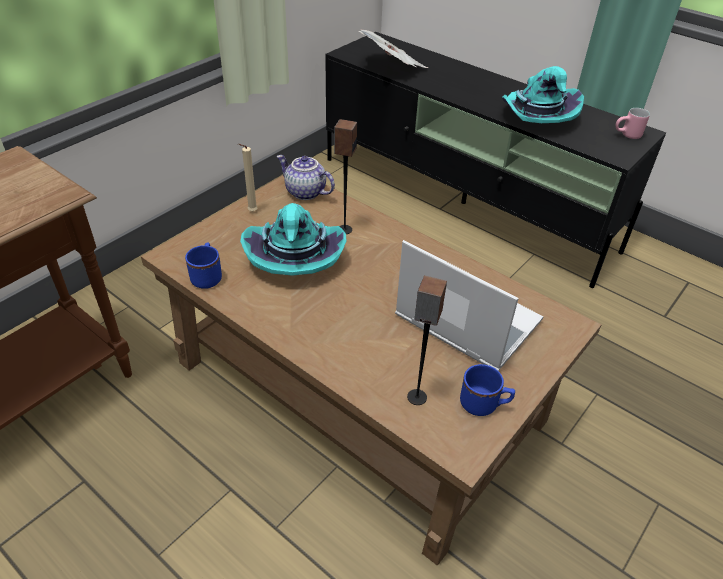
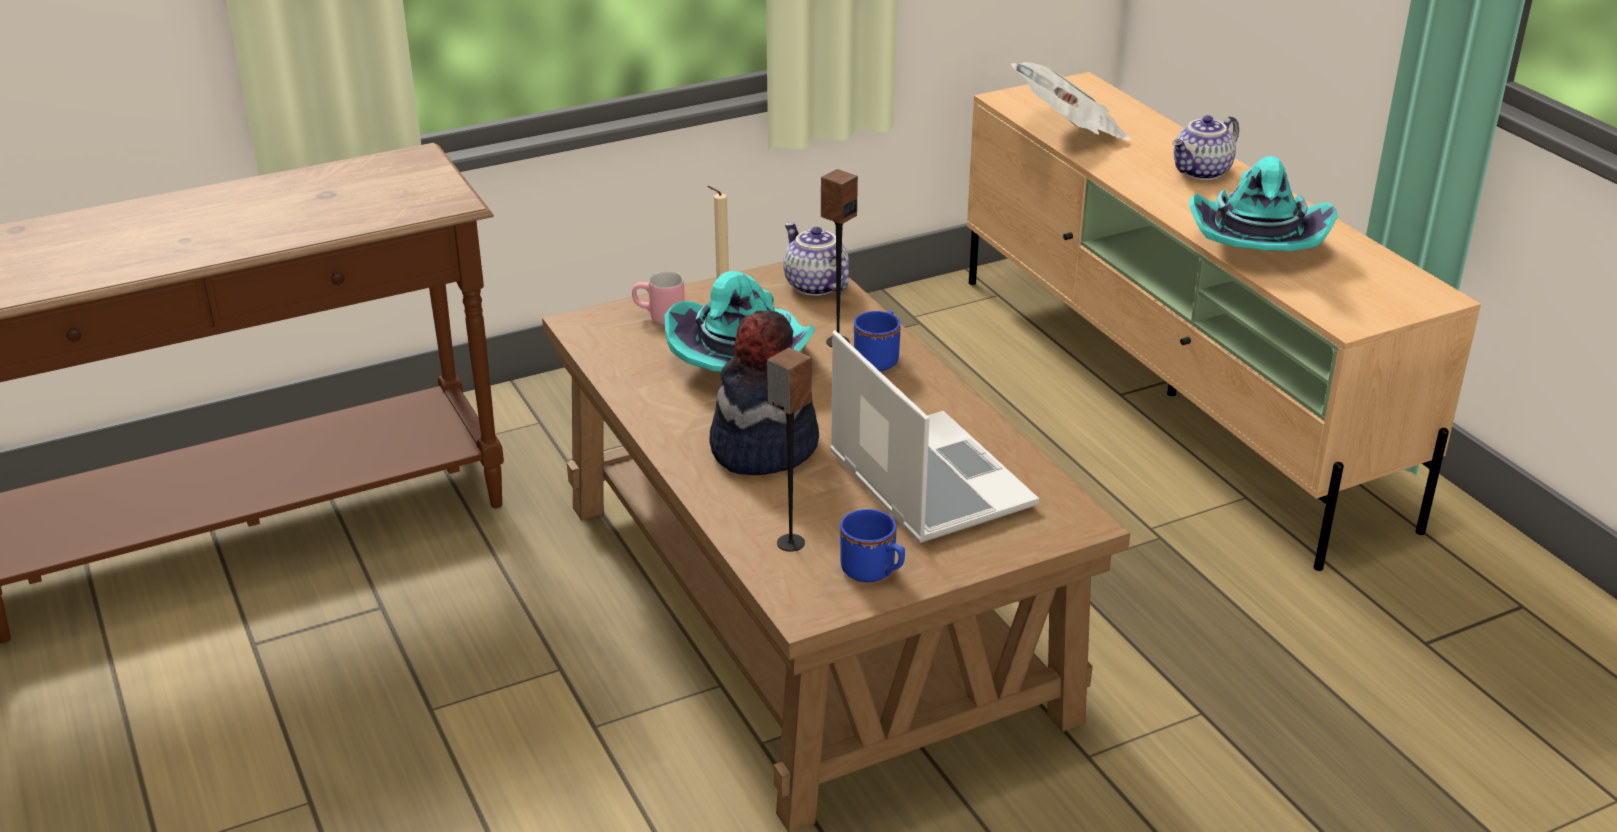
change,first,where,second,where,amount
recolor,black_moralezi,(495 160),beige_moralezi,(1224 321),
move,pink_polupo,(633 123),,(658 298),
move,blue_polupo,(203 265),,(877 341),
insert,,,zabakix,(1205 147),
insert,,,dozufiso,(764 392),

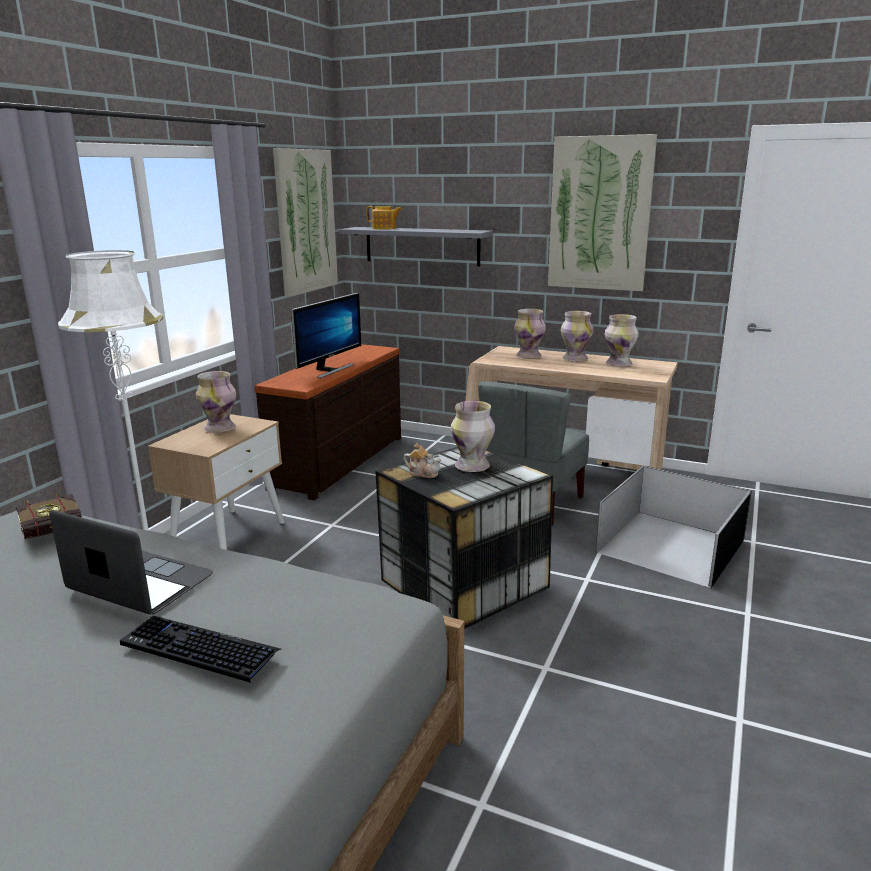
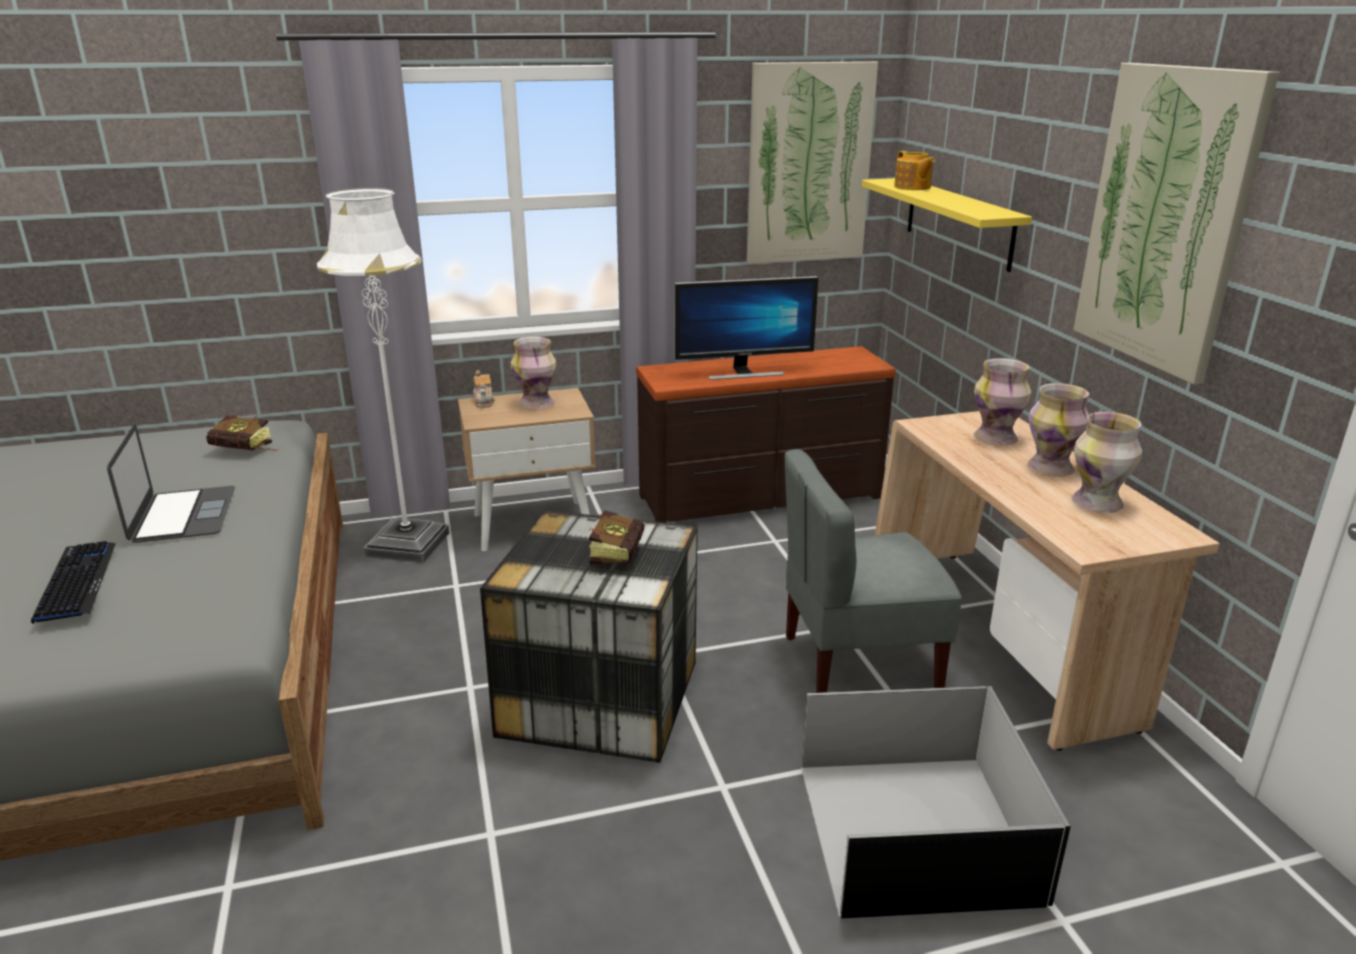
change,first,where,second,where,amount
recolor,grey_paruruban,(416 246),yellow_paruruban,(947 225),
replace,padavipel,(473 436),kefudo,(616 537),
move,zabakix,(422 460),,(484 389),

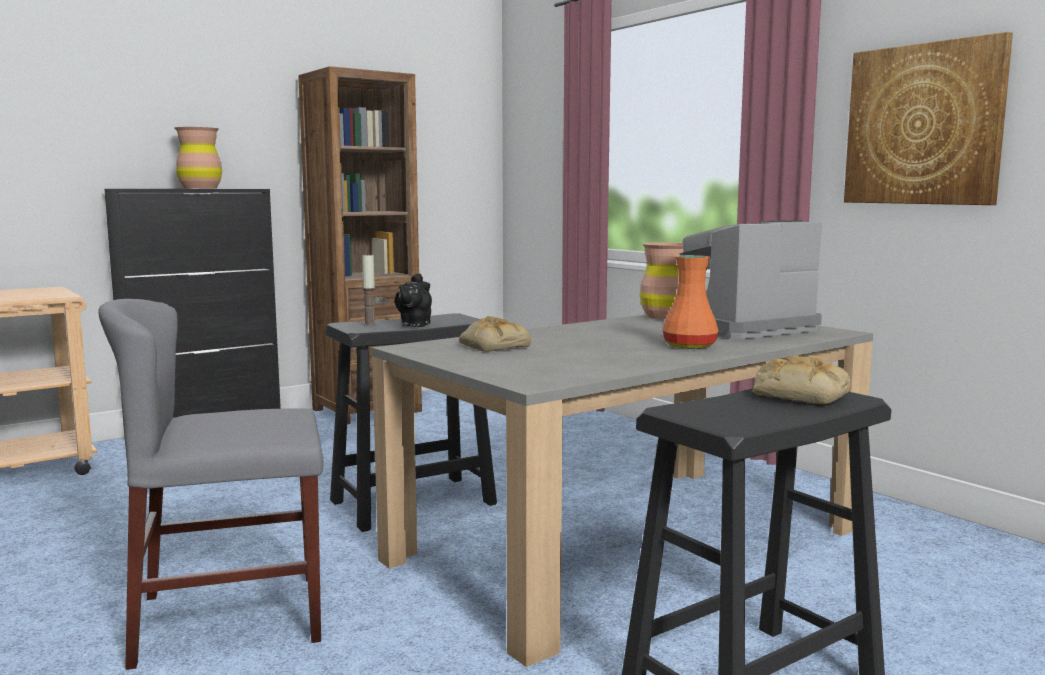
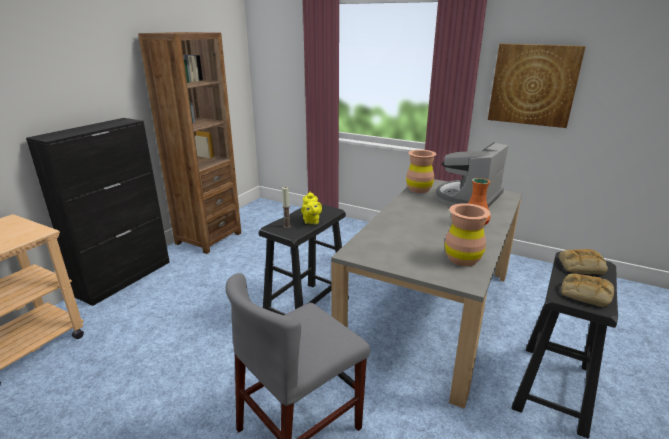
change,first,where,second,where,amount
move,brown_padavipel,(198 158),,(468 234),
recolor,black_zabakix,(413 300),yellow_zabakix,(311 208),
move,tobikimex,(495 334),,(587 290),

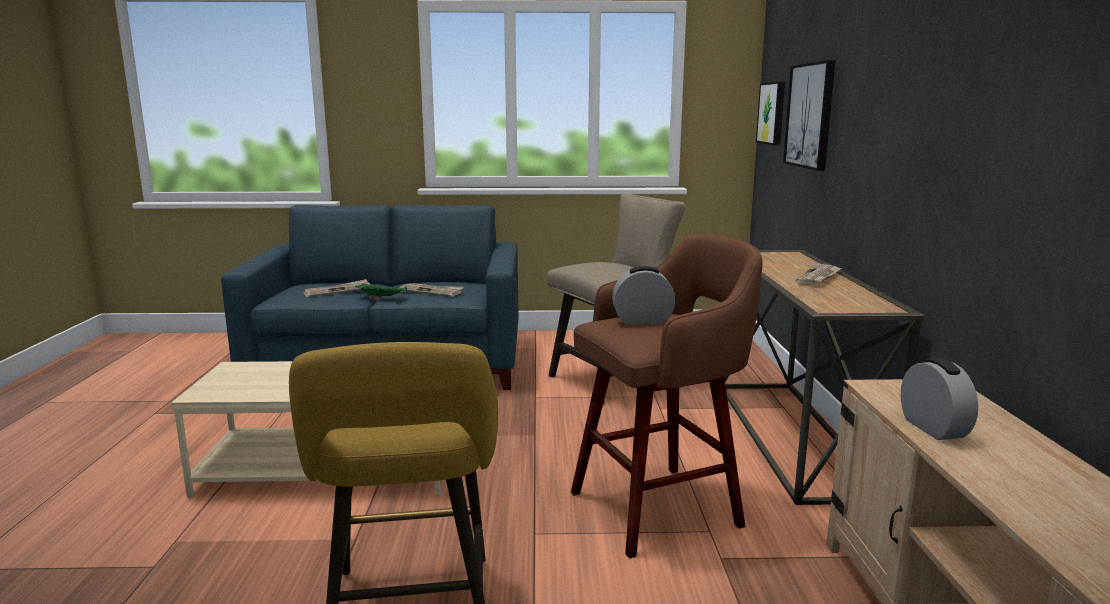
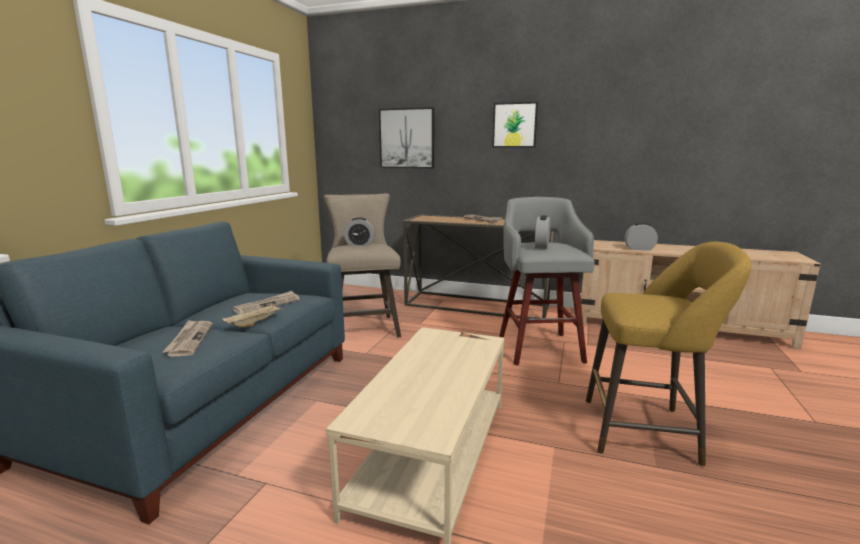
change,first,where,second,where,amount
move,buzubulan,(770 113),,(515 124),
recolor,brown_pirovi,(666 396),grey_pirovi,(547 281),
recolor,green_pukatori,(381 291),beige_pukatori,(253 315),
insert,,,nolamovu,(359 231),

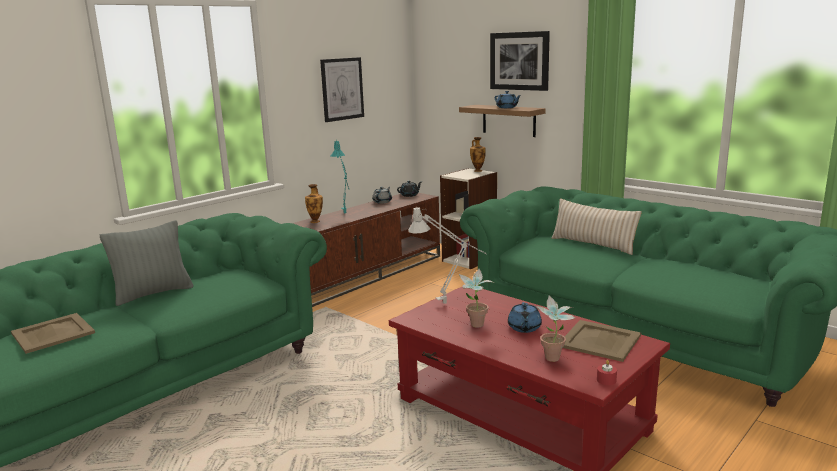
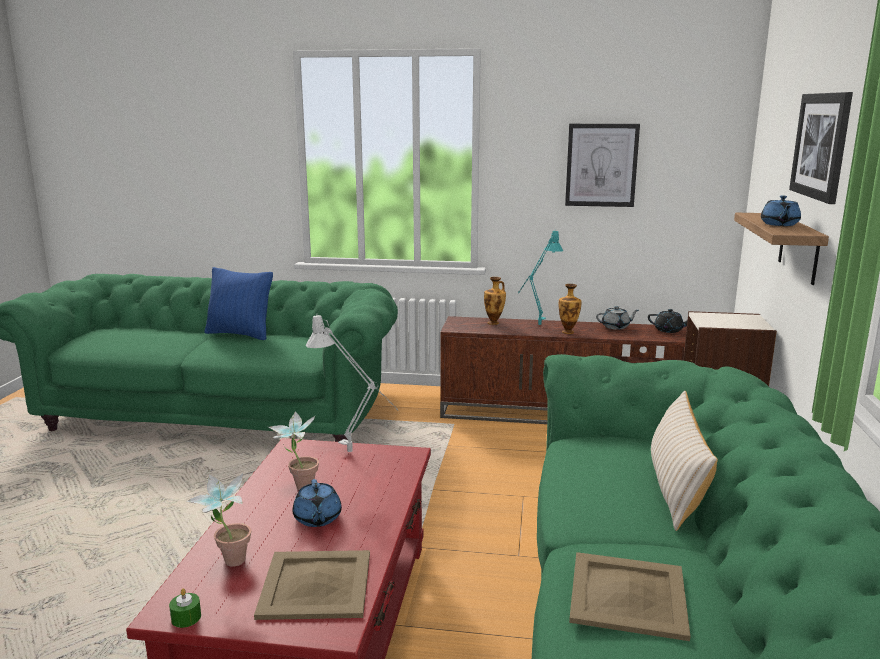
change,first,where,second,where,amount
move,padavipel,(478 154),,(570 309),
recolor,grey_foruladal,(146 263),blue_foruladal,(238 303),
rotate,blue_zabakix,(525 317),,(317 503),75 degrees counterclockwise
move,beige_pukatori,(53 333),,(629 596),
recolor,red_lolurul,(607 372),green_lolurul,(185 608),

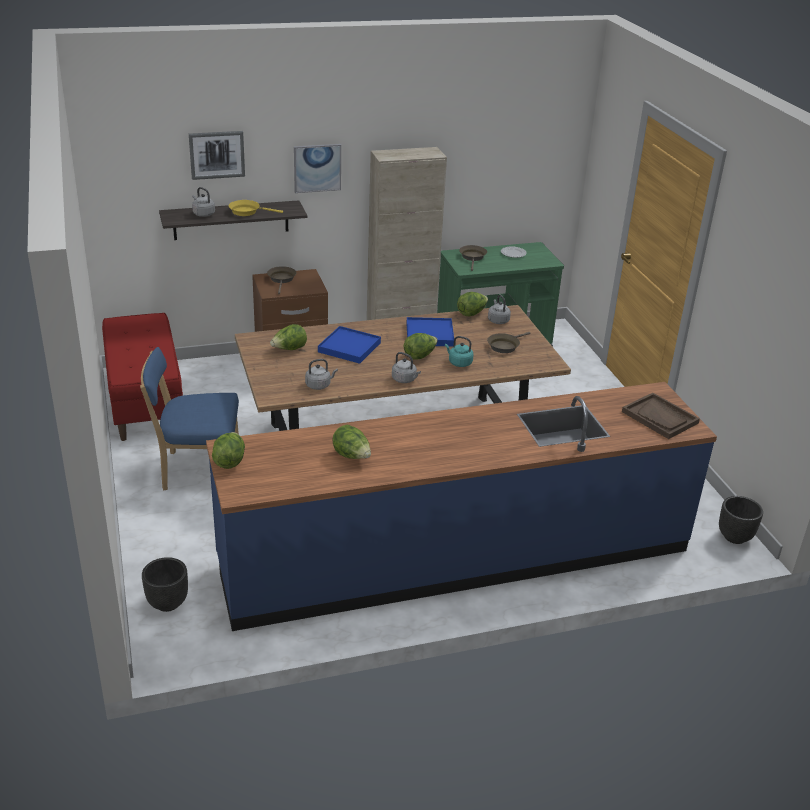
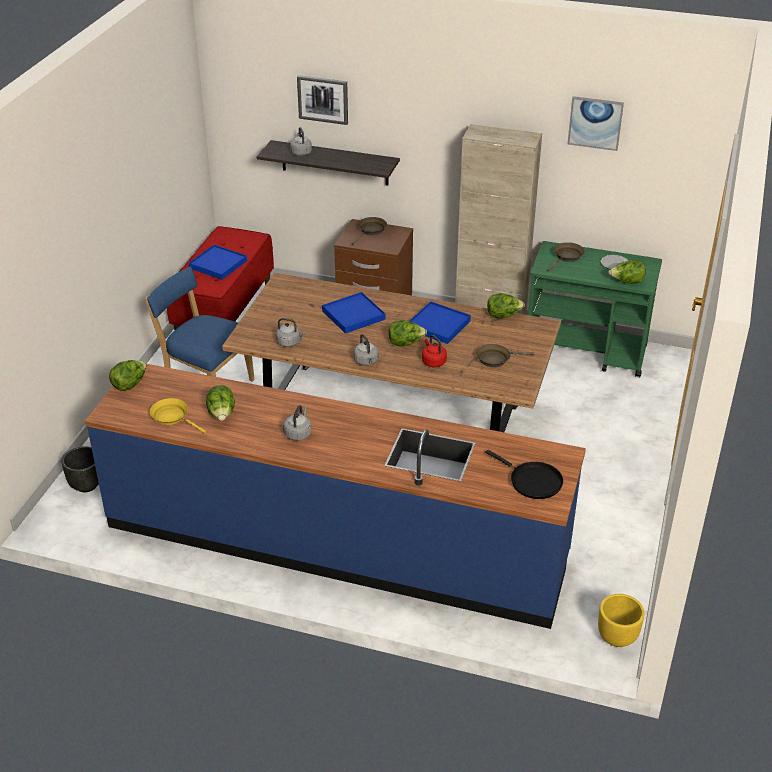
change,first,where,second,where,amount
move,buzubulan,(317 168),,(595 123),
move,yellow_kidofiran,(256 208),,(178 415),
move,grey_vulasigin,(499 309),,(297 423),
move,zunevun,(288 337),,(626 272),
recolor,turquoise_vulasigin,(459 351),red_vulasigin,(434 351),
replace,brown_pukatori,(661 416),black_kidofiran,(524 474),
recolor,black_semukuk,(741 520),yellow_semukuk,(621 620),
insert,,,blue_pukatori,(218 262),

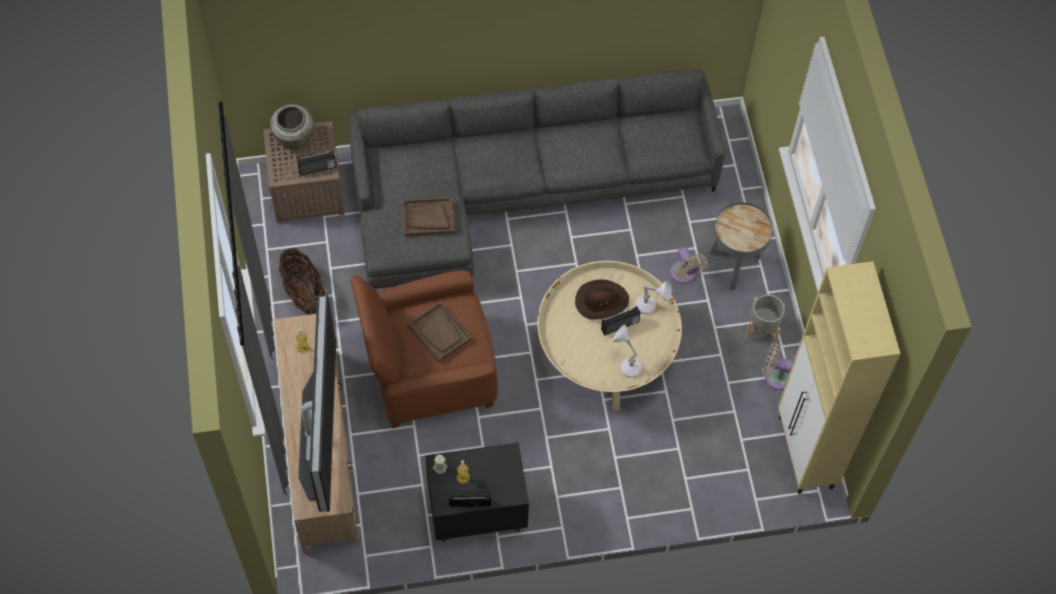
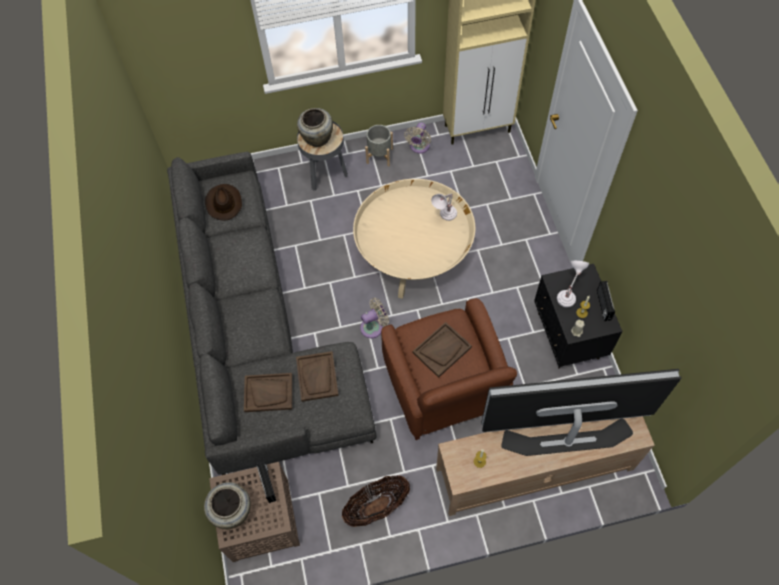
change,first,where,second,where,amount
move,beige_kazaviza,(689 265),,(374 318),
move,brown_dozufiso,(602 299),,(223 202),
move,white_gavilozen,(653 297),,(573 284),
delete,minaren,(621 321),,,
insert,,,beige_padavipel,(315 127),
insert,,,brown_pukatori,(268 392),

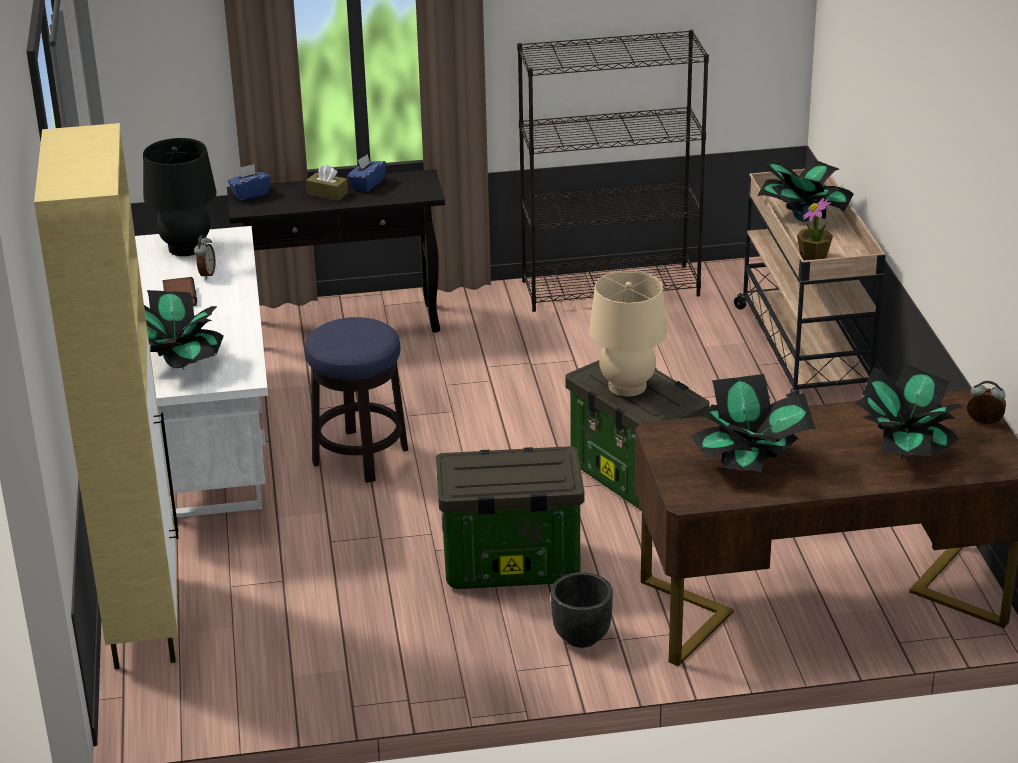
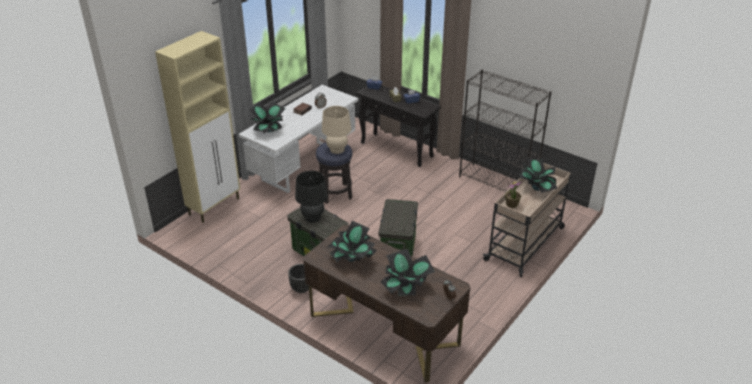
change,first,where,second,where,amount
move,black_gavilozen,(180 197),,(311 196),
move,beige_gavilozen,(628 334),,(336 130),

